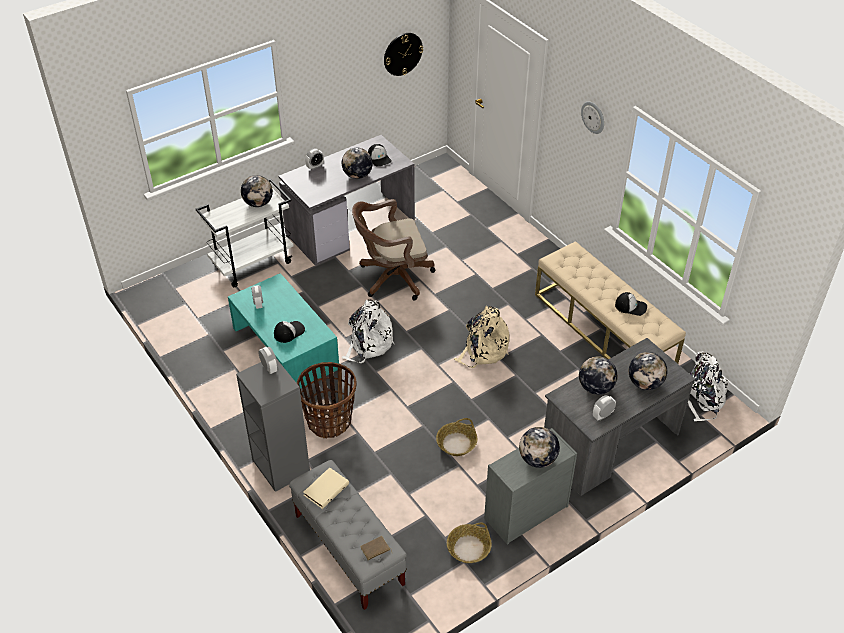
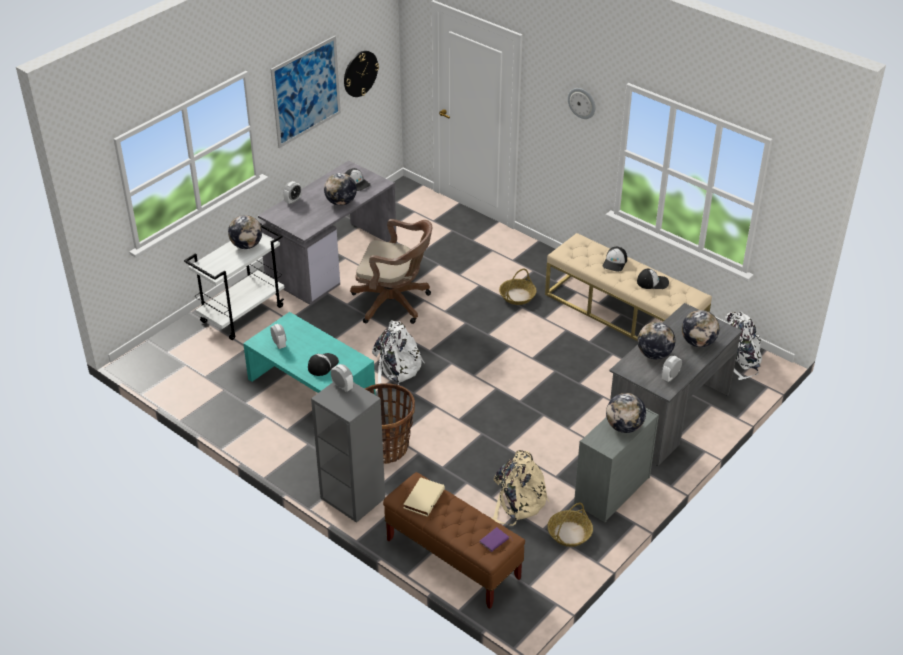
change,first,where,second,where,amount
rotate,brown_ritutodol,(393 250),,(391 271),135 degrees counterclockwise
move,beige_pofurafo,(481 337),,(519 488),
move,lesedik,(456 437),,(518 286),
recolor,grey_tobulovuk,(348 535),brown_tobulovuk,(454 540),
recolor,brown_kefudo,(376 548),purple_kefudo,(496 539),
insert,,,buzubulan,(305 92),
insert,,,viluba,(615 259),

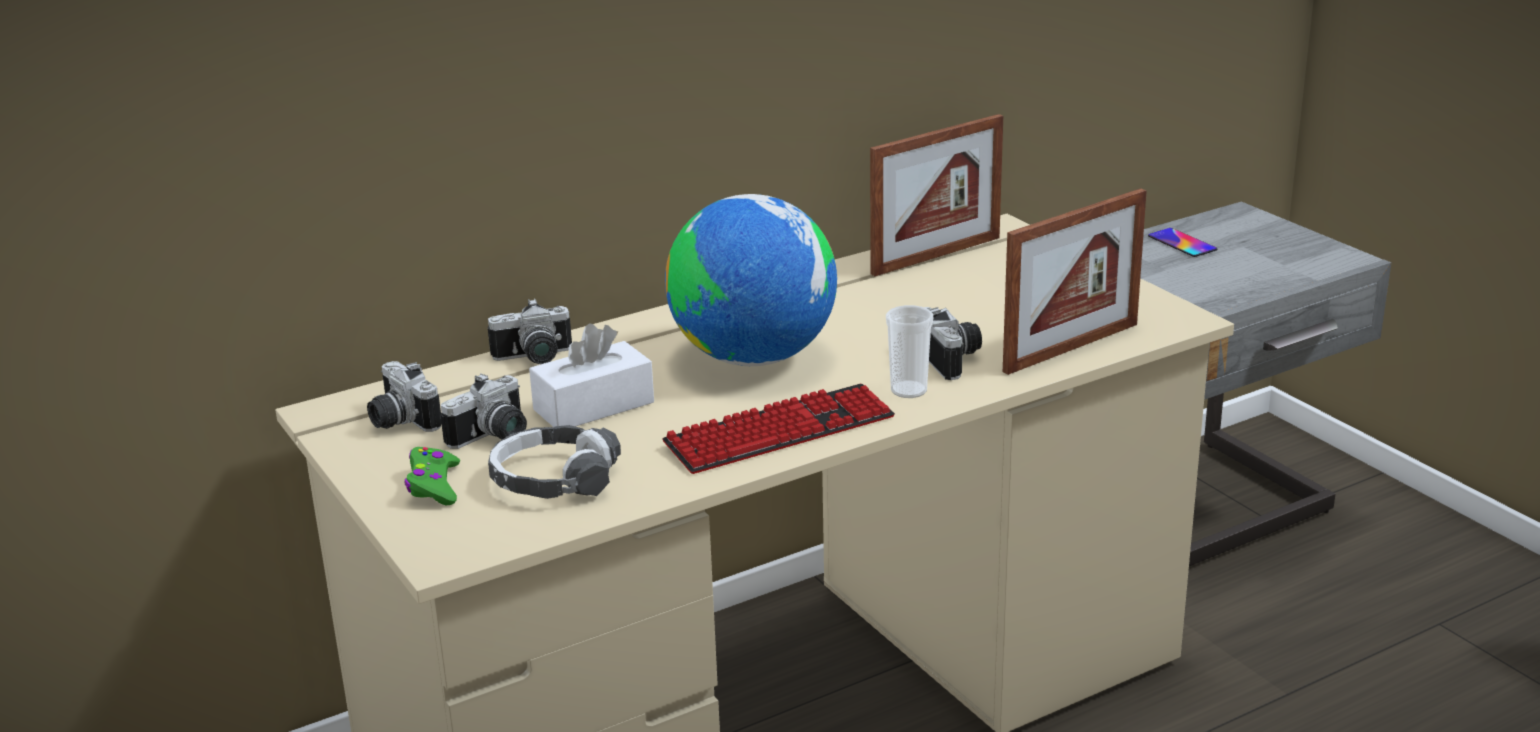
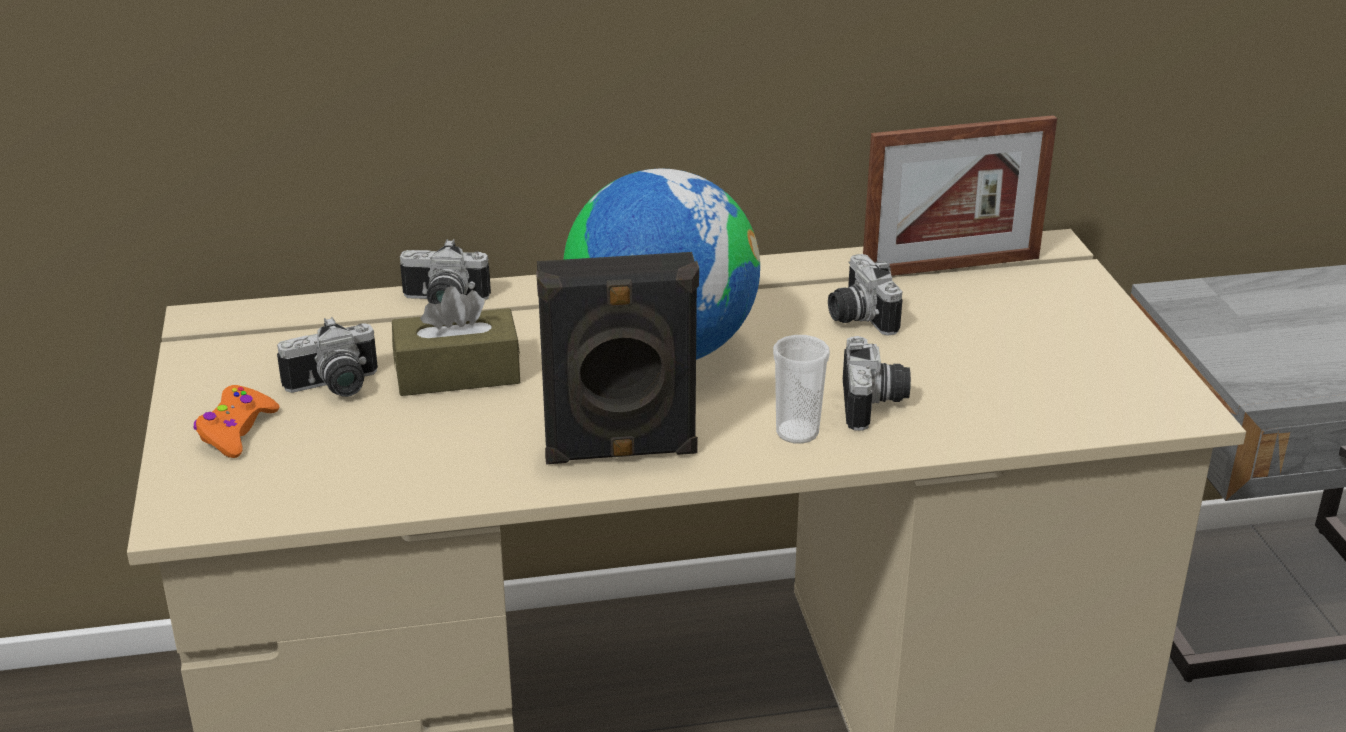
change,first,where,second,where,amount
delete,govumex,(1075 281),,,
delete,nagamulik,(1182 242),,,
recolor,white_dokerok,(591 376),brown_dokerok,(456 341),
move,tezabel,(404 396),,(865 295),
replace,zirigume,(778 429),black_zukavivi,(617 358),
delete,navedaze,(554 462),,,
recolor,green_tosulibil,(432 476),orange_tosulibil,(237 421),

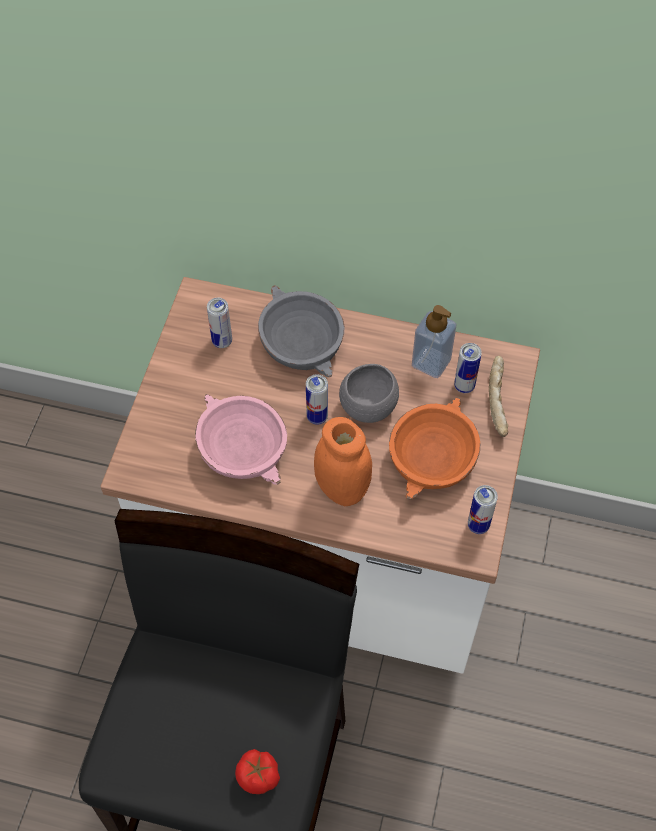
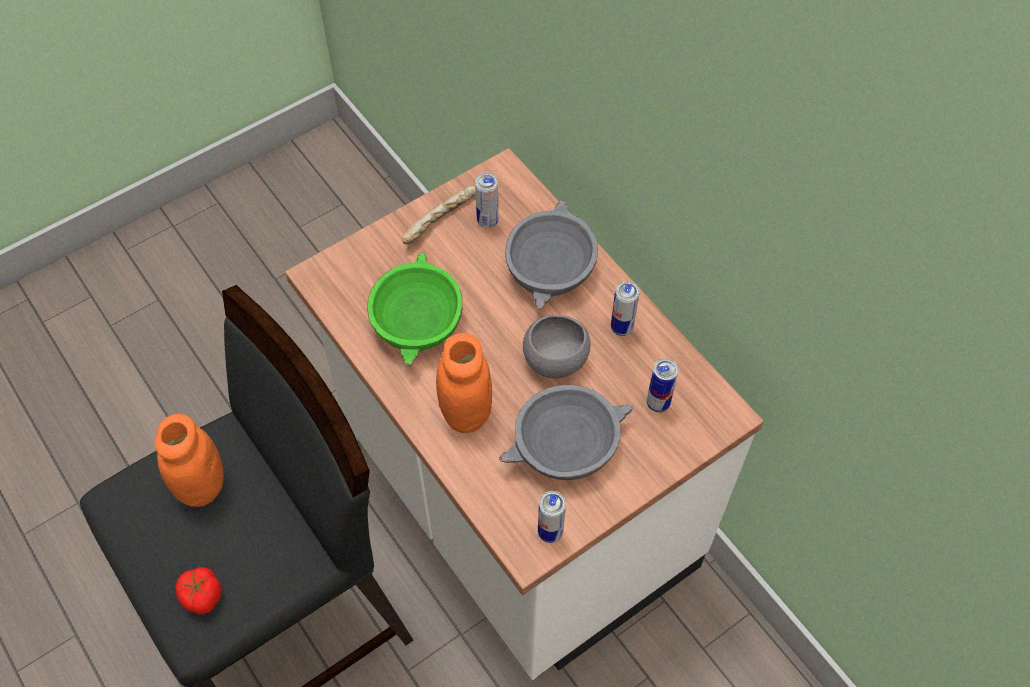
change,first,where,second,where,amount
delete,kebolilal,(434 341),,,
move,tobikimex,(498 396),,(439 215),
move,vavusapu,(317 399),,(625 308),
recolor,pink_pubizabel,(241 439),green_pubizabel,(415 309),
recolor,orange_pubizabel,(434 449),grey_pubizabel,(566 432),
insert,,,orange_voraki,(189 460),

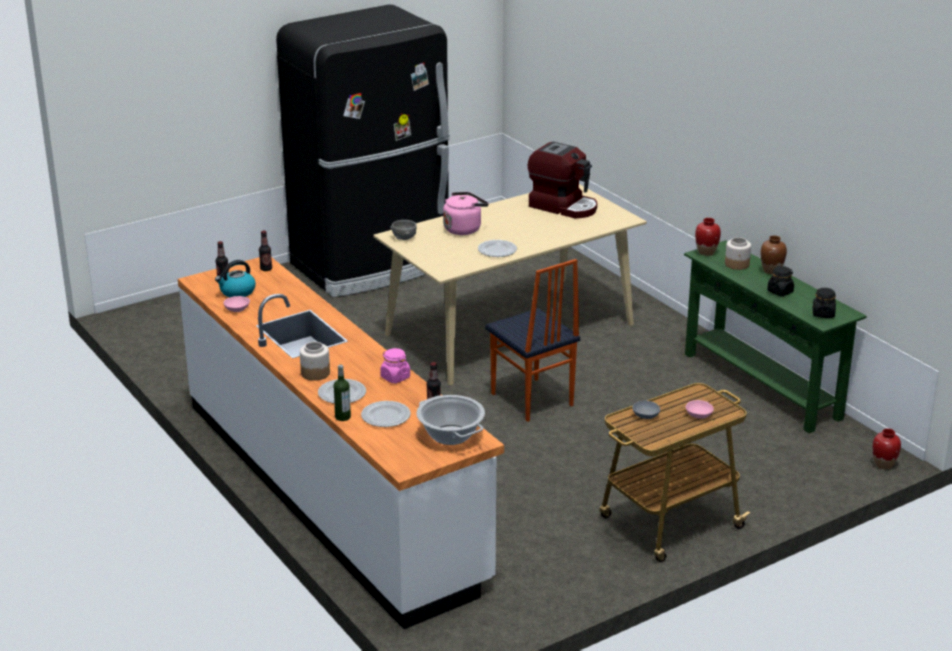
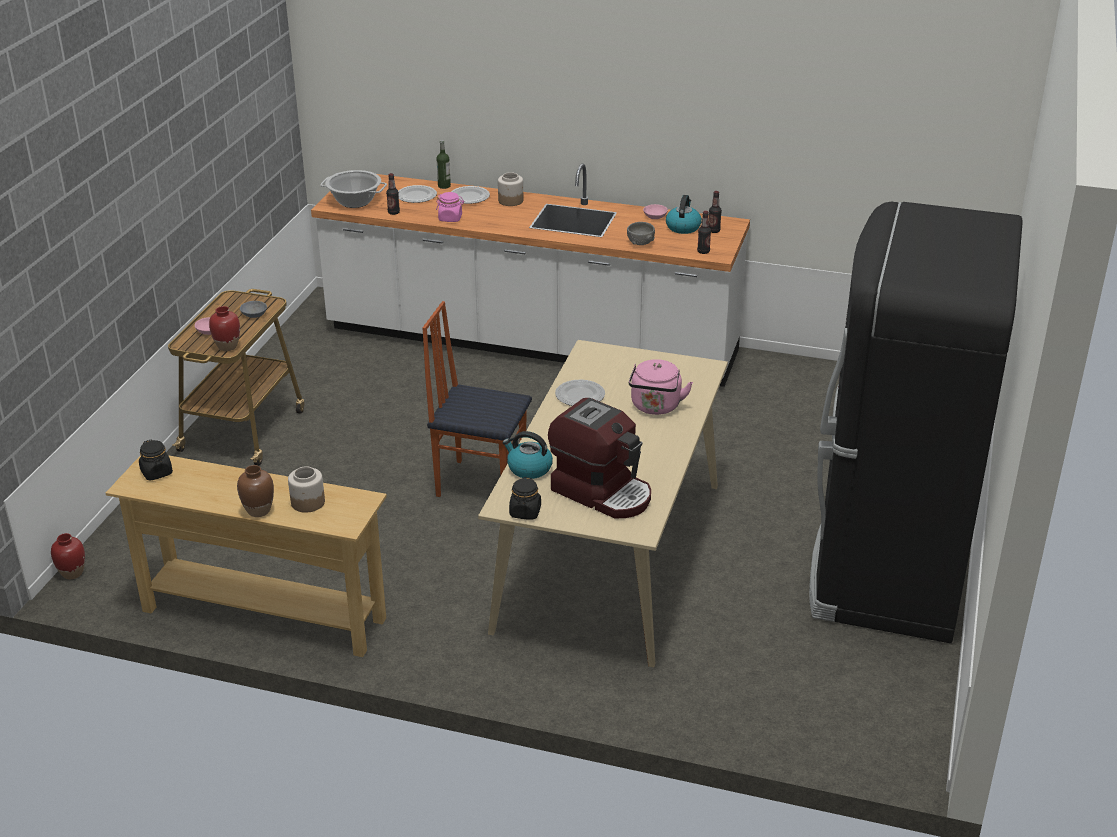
change,first,where,second,where,amount
rotate,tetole,(562 180),,(599 458),135 degrees counterclockwise
move,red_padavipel,(708 237),,(224 328),
move,grey_pubizabel,(403 230),,(641 233),
recolor,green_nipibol,(775 336),beige_nipibol,(246 556),
move,black_voraki,(780 281),,(525 498),
insert,,,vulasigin,(527 455),

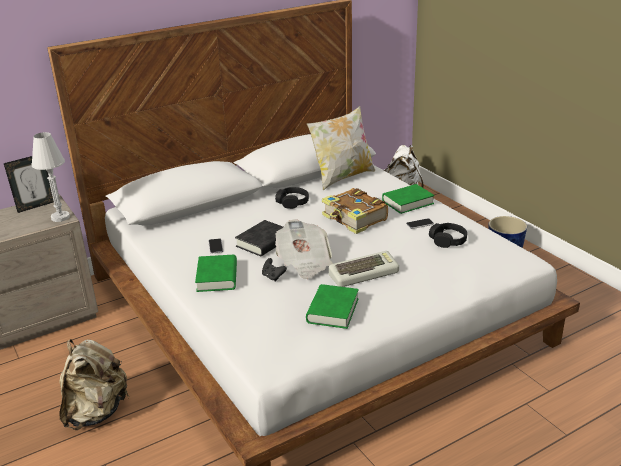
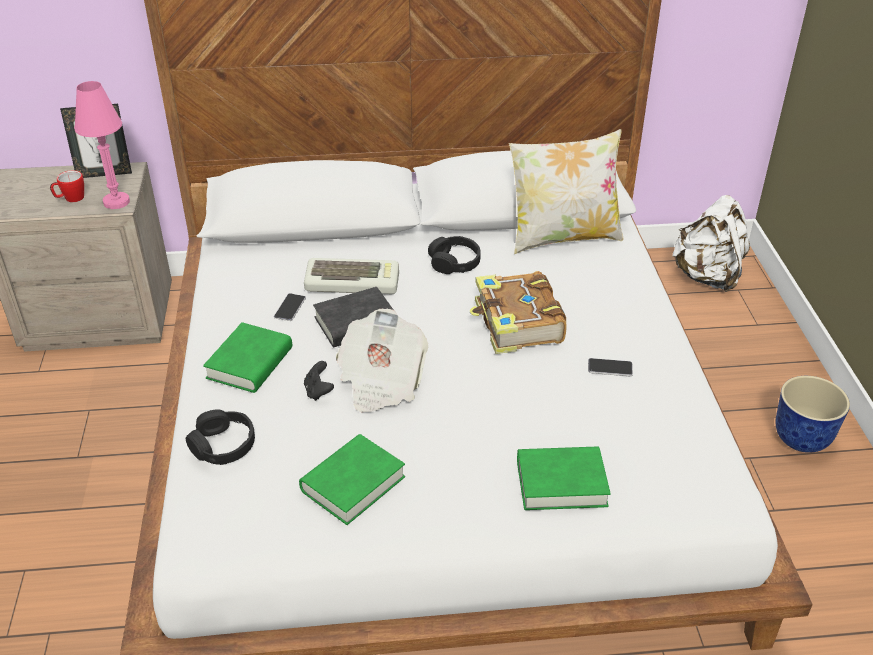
change,first,where,second,where,amount
recolor,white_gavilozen,(51 177),pink_gavilozen,(102 145),
move,green_kefudo,(408 199),,(564 478),
move,black_navedaze,(448 235),,(220 437),
move,zirigume,(364 269),,(351 276),
delete,beige_pofurafo,(94 384),,,
insert,,,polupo,(67 186),

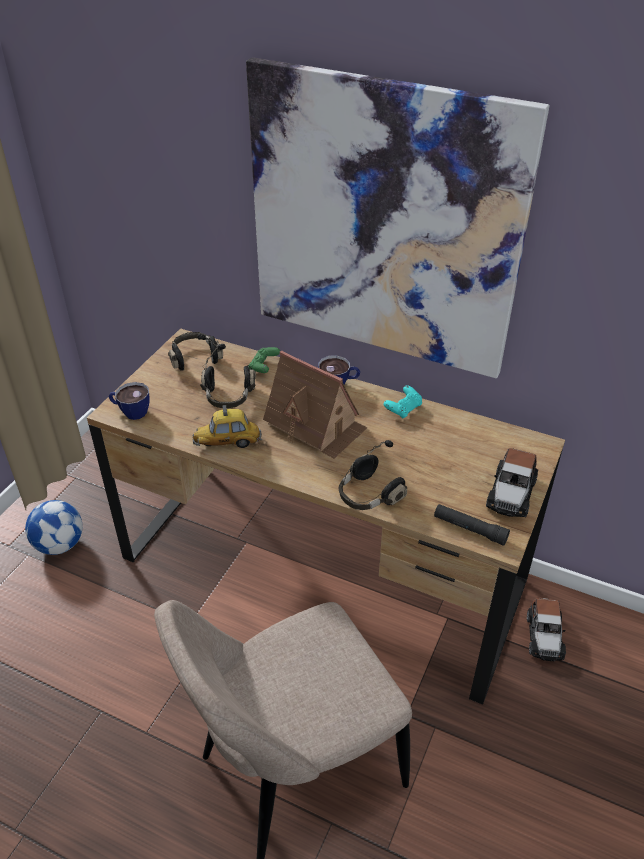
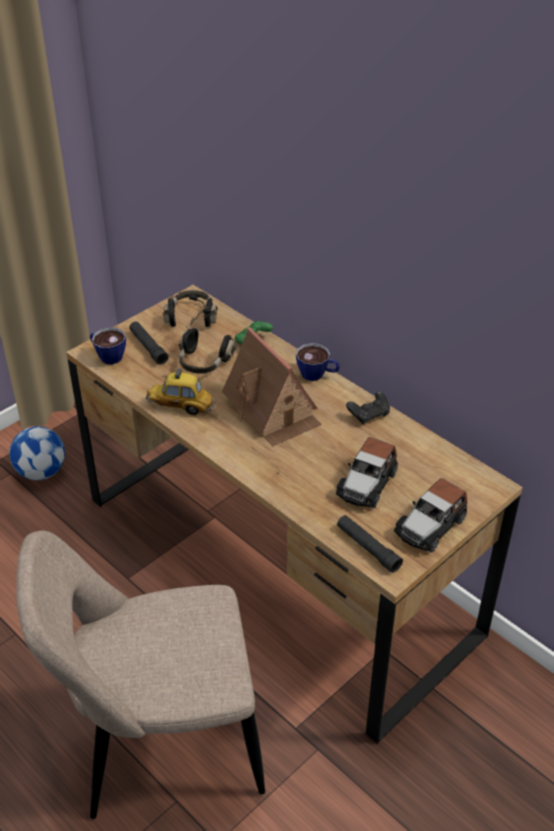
change,first,where,second,where,amount
delete,buzubulan,(397 217),,,
recolor,turquoise_tosulibil,(403 402),black_tosulibil,(368 407),
delete,black_navedaze,(372 475),,,
move,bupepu,(546 629),,(367 472),
insert,,,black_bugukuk,(149 343),

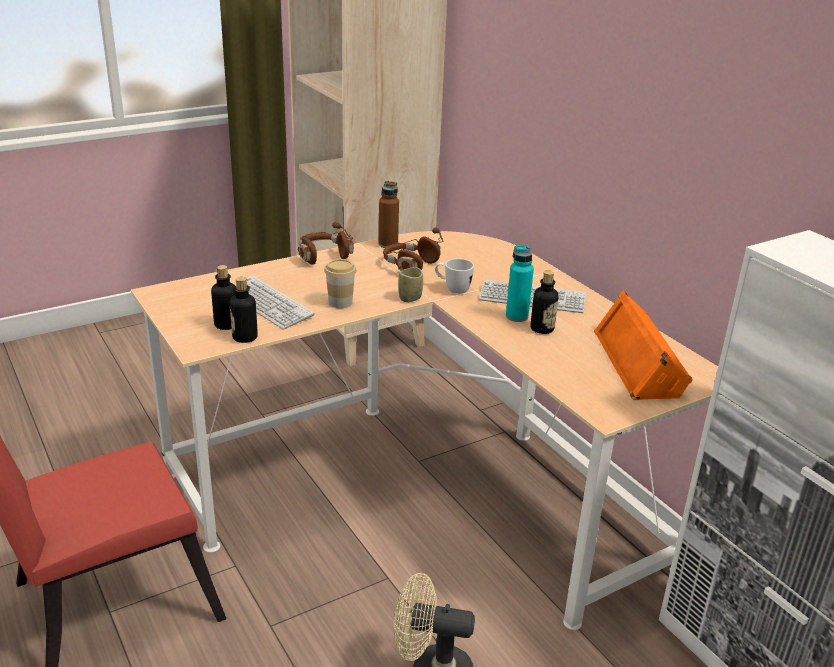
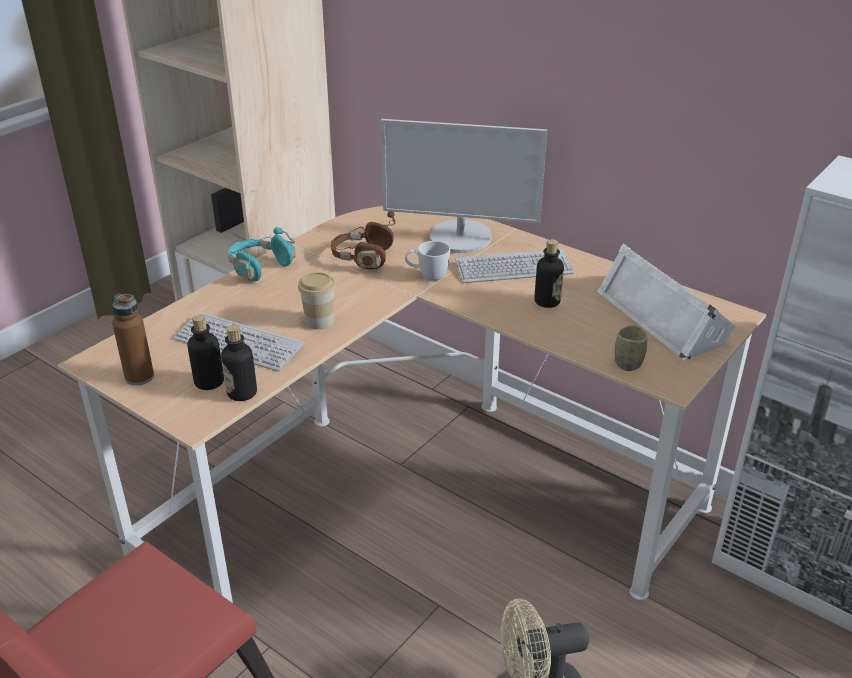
change,first,where,second,where,amount
move,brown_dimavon,(389 214),,(133 339),
recolor,brown_navedaze,(326 243),turquoise_navedaze,(262 254),
delete,turquoise_dimavon,(520 283),,,
move,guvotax,(410 285),,(631 348),
recolor,orange_zukavivi,(643 345),white_zukavivi,(666 302),
insert,,,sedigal,(464 186),

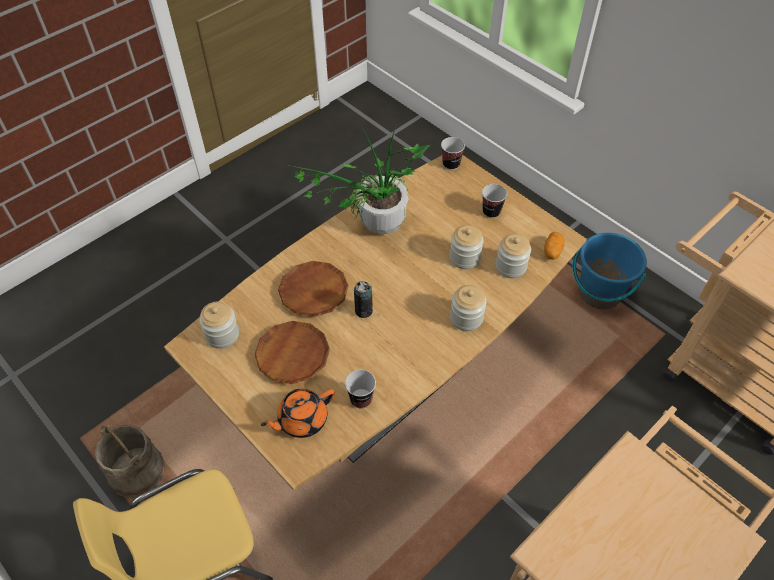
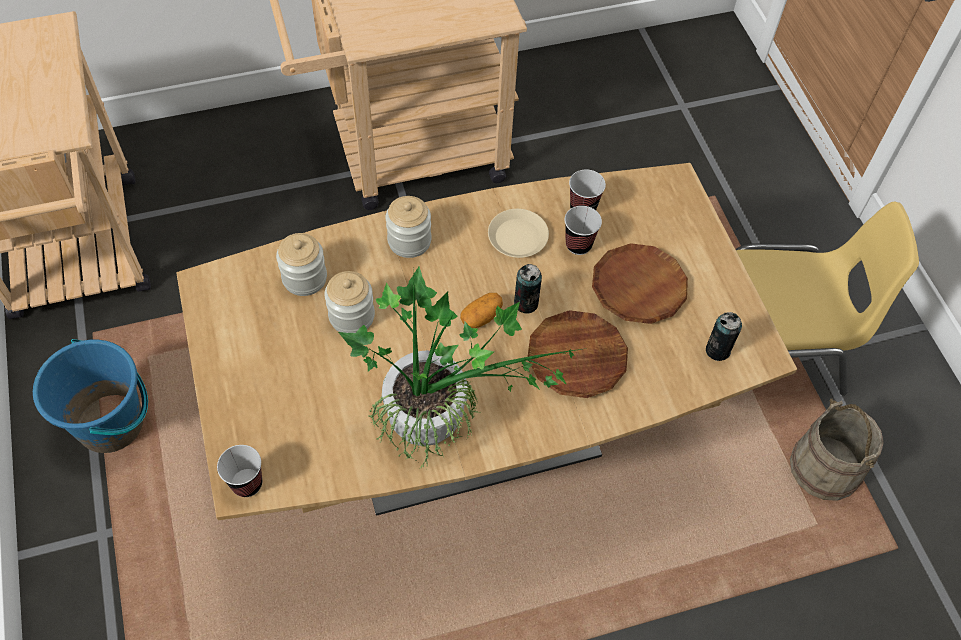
change,first,where,second,where,amount
move,guvotax,(494 201),,(583 230),
move,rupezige,(554 246),,(481 310),
replace,voraki,(219 325),vavusapu,(724 336),
delete,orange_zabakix,(298 413),,,
insert,,,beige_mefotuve,(518 233),

